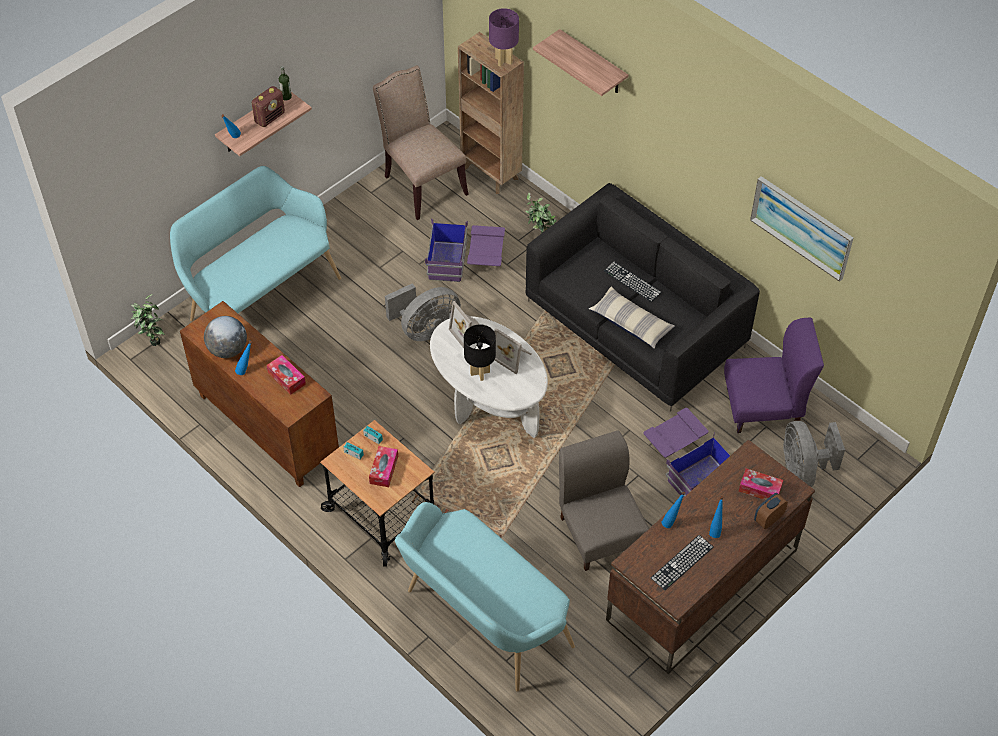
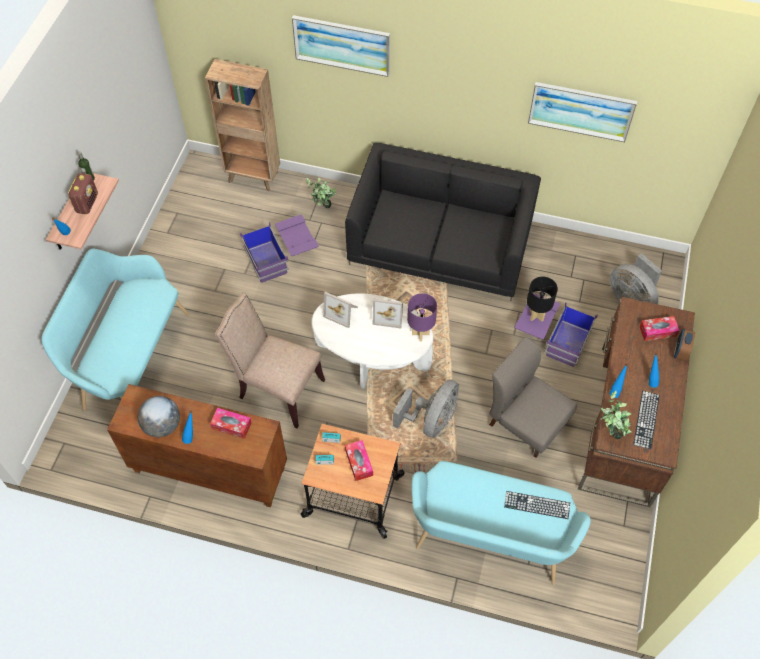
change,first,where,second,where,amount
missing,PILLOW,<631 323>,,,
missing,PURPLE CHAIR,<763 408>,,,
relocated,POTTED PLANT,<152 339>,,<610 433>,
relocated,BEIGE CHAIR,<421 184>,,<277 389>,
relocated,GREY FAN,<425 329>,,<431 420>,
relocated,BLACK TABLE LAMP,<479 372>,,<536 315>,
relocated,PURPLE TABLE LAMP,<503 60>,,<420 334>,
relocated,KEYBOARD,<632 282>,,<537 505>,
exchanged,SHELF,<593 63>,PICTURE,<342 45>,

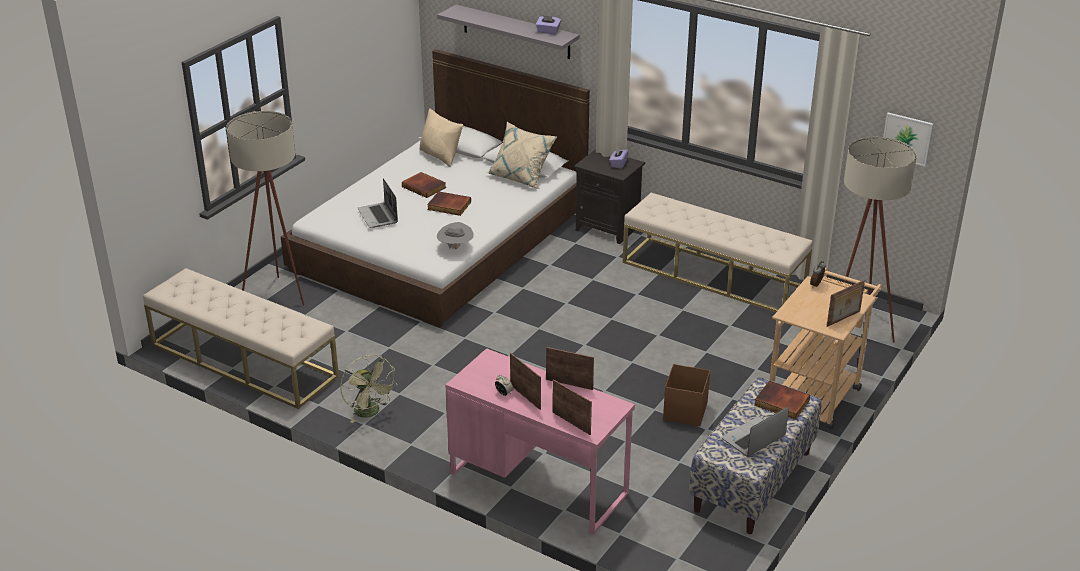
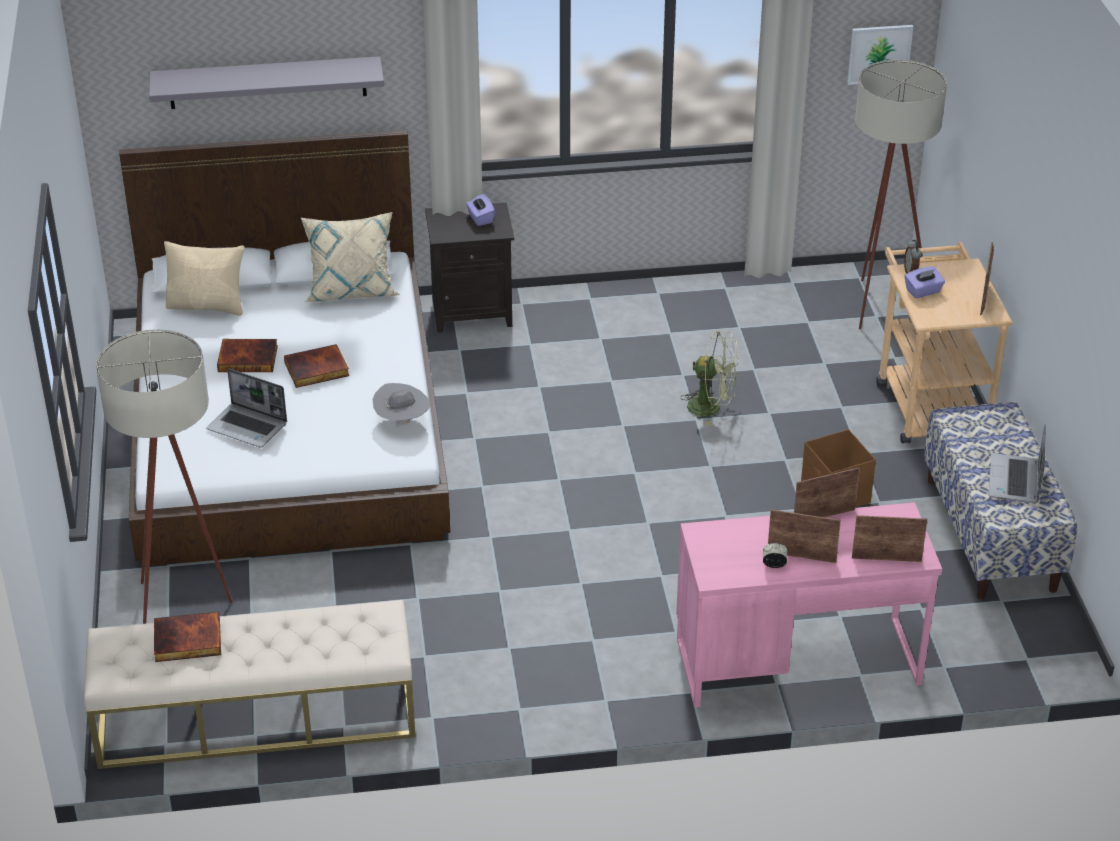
change,first,where,second,where,amount
missing,BEIGE BENCH,<713 275>,,,
relocated,GREEN FAN,<370 413>,,<711 407>,
relocated,PURPLE TISSUE BOX,<548 31>,,<923 291>,
relocated,BOOK,<781 403>,,<187 641>,

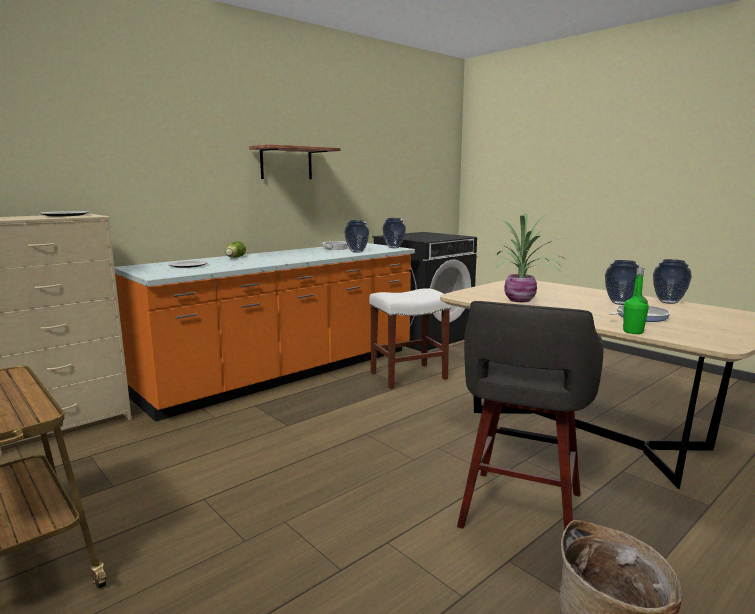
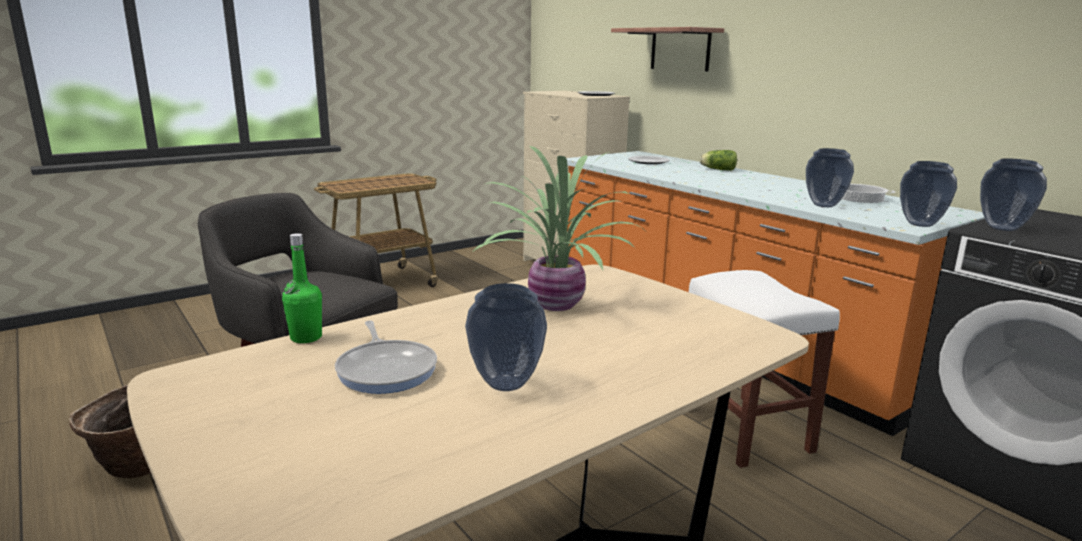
change,first,where,second,where,amount
relocated,SHELF,<286 163>,,<680 49>,
relocated,VASE,<668 302>,,<1001 228>,

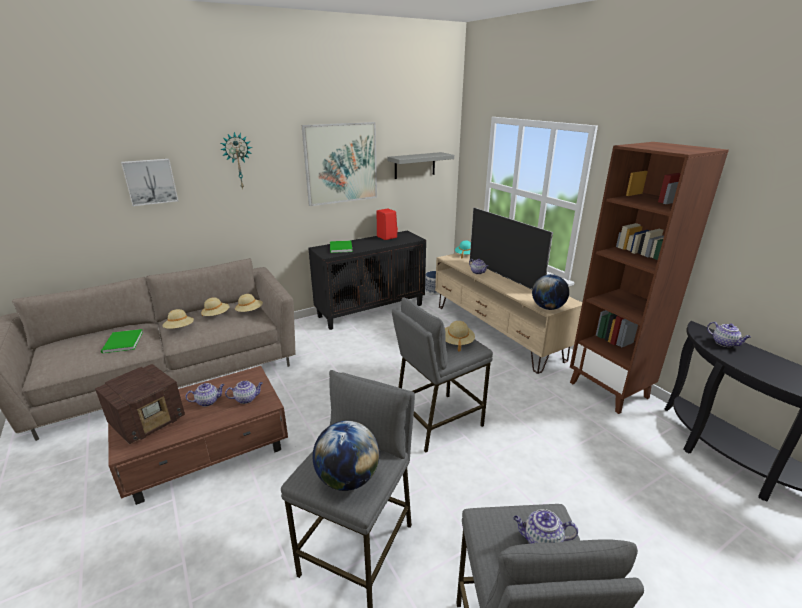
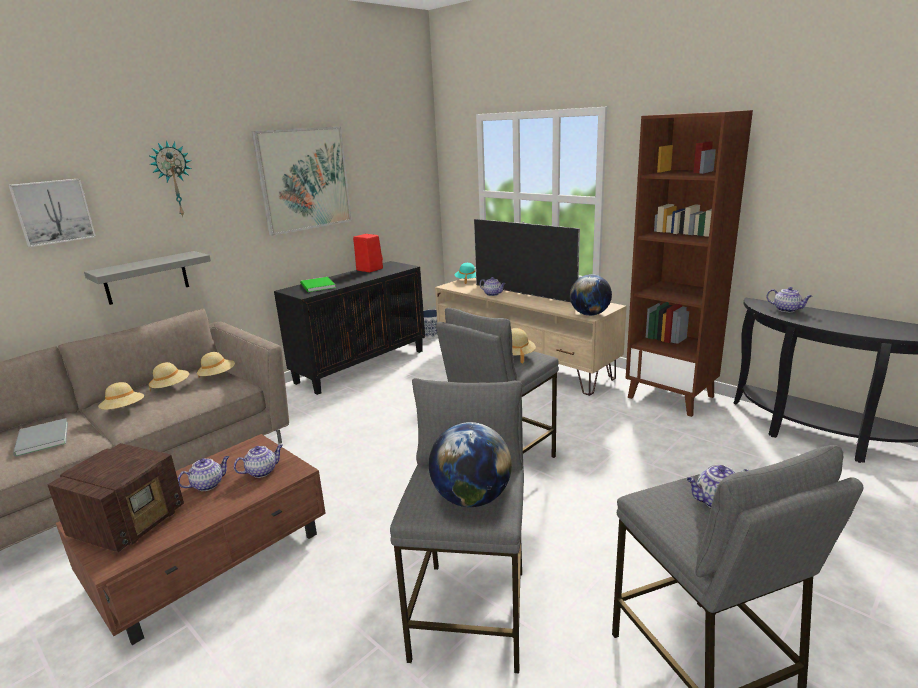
change,first,where,second,where,amount
relocated,GREY SHELF,<415 165>,,<146 278>,
colour,GREEN BOOK,<121 343>,GREY BOOK,<40 440>,

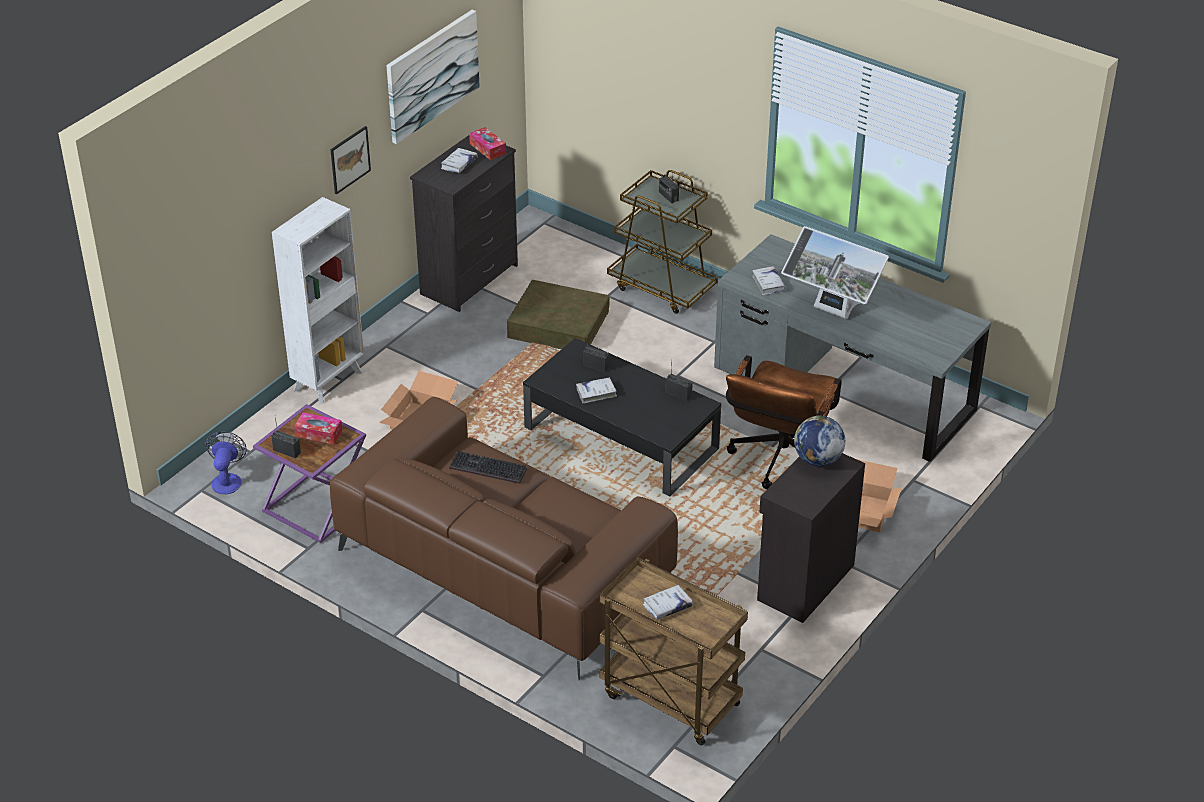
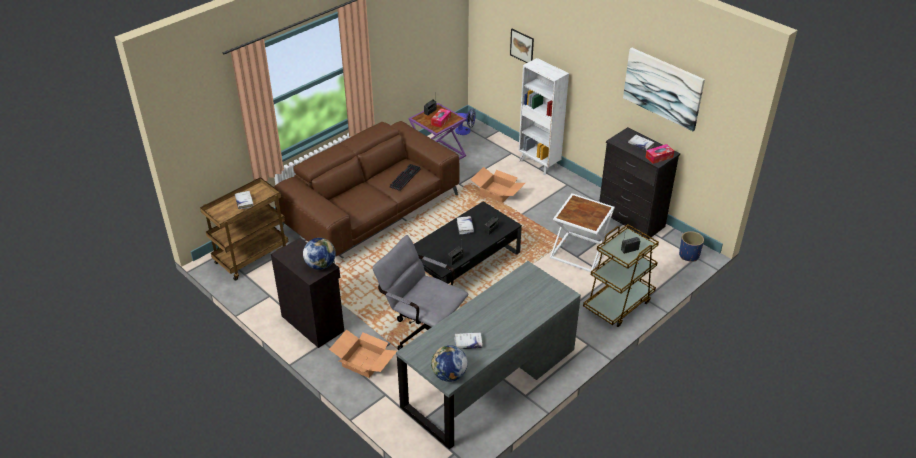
change,first,where,second,where,amount
missing,MONITOR,<831 312>,,,
appeared,,,GLOBE,<449 375>,
appeared,,,BLUE PLANTER,<689 255>,
relocated,PICTURE,<350 159>,,<522 46>,
relocated,WHITE BOOK,<768 284>,,<468 343>,
exchanged,BROWN STORAGE BOX,<558 324>,WHITE SIDE TABLE,<580 252>,
colour,BROWN OFFICE CHAIR,<779 462>,GREY OFFICE CHAIR,<422 331>,

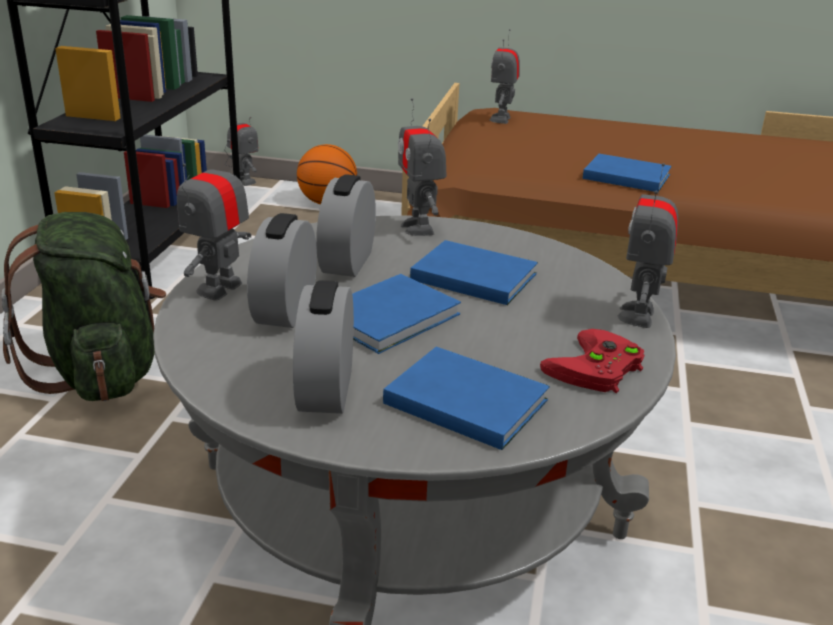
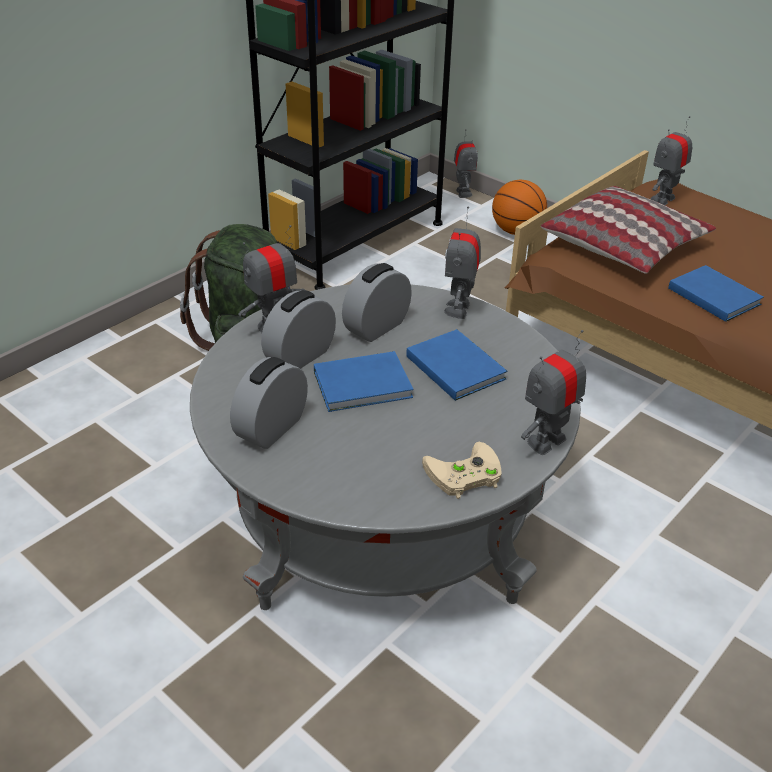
change,first,where,second,where,amount
missing,BLUE BOOK,<463 399>,,,
appeared,,,PILLOW,<625 245>,
colour,RED GAME CONTROLLER,<596 370>,BEIGE GAME CONTROLLER,<462 475>,

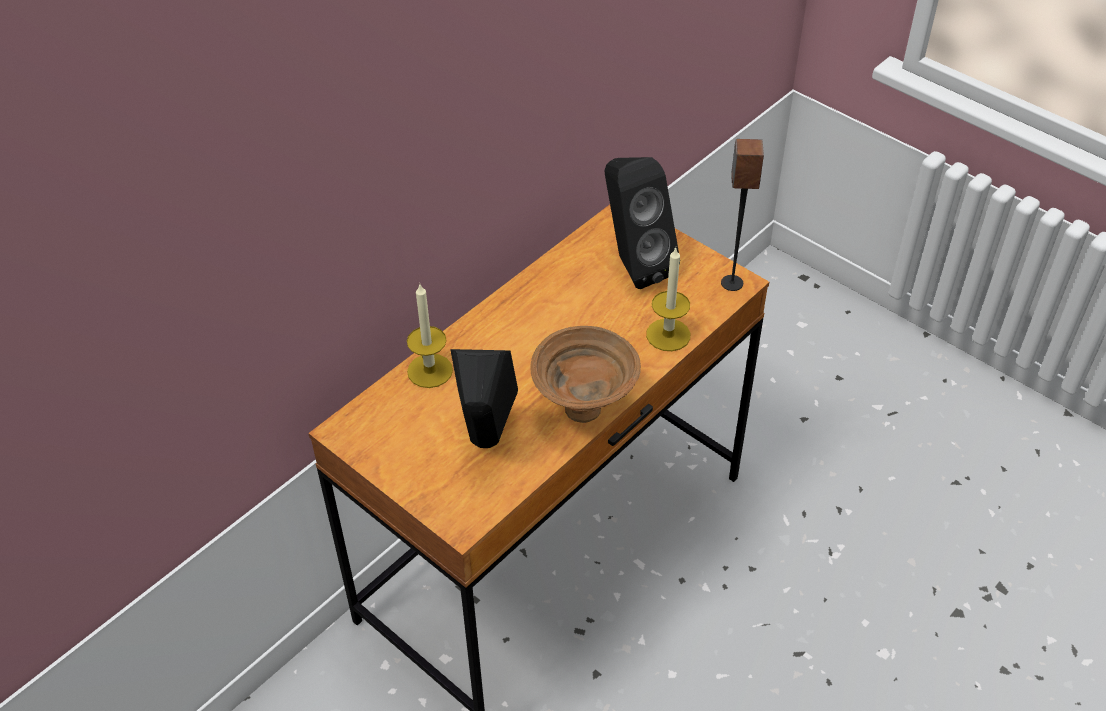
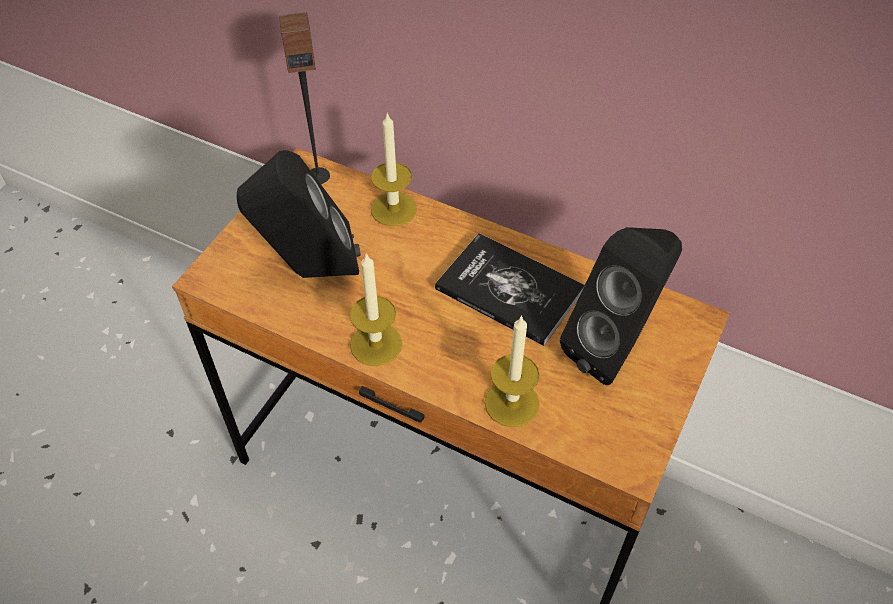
change,first,where,second,where,amount
appeared,,,BOOK,<509 290>,
relocated,SPEAKER,<731 283>,,<318 175>,
exchanged,BROWN BOWL,<585 408>,CANDLE,<376 344>,

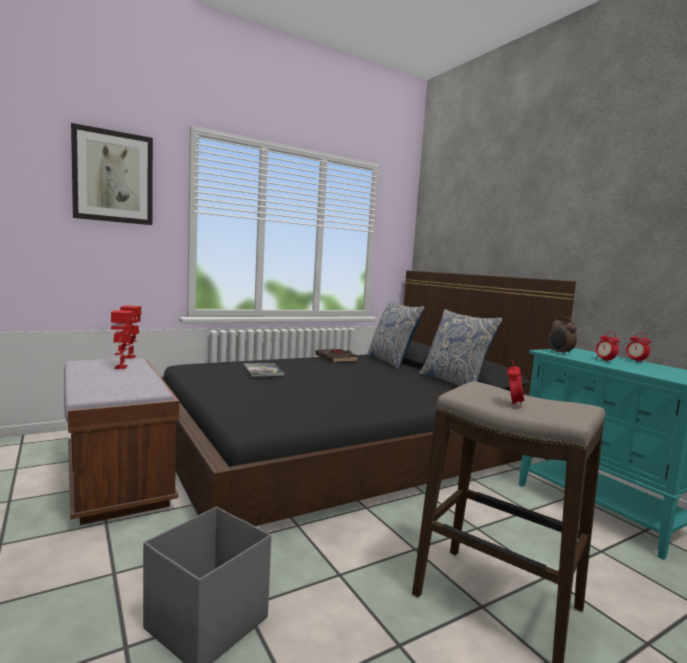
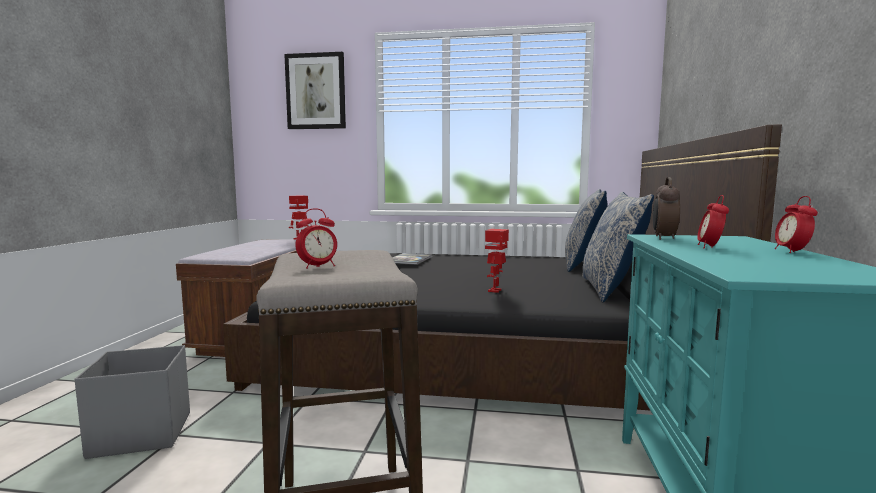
change,first,where,second,where,amount
missing,BLACK BOOK,<336 359>,,,
relocated,TOY ROBOT,<122 367>,,<495 291>,

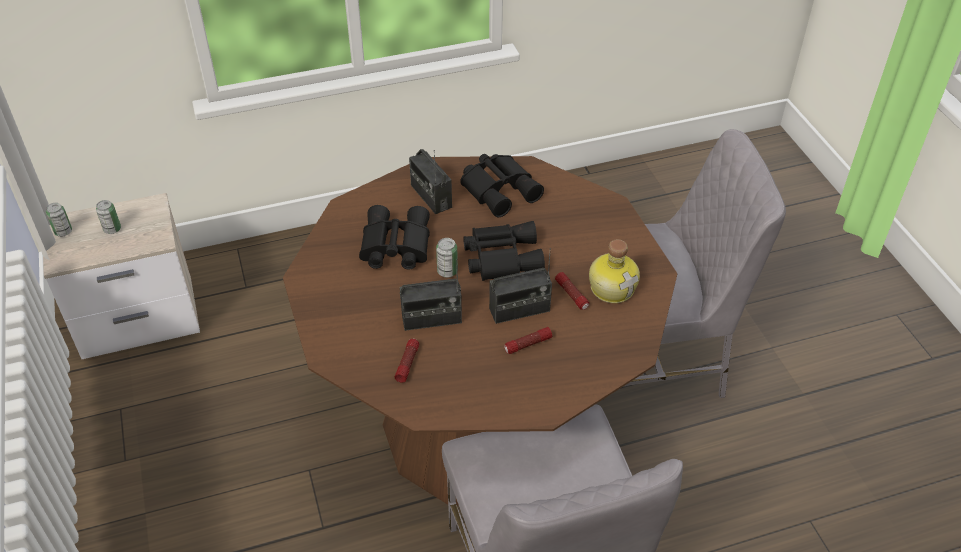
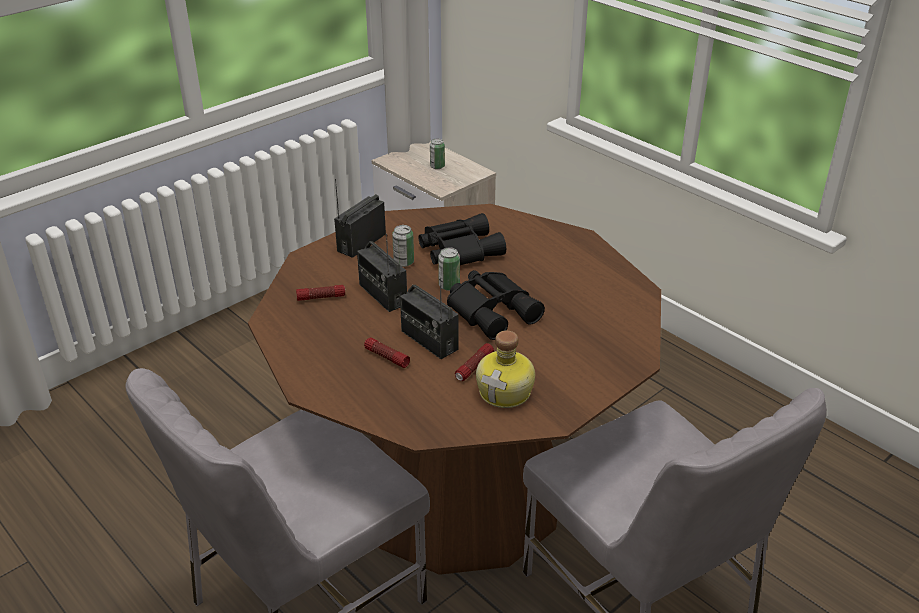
change,first,where,second,where,amount
missing,BLACK BINOCULARS,<500 189>,,,
relocated,CAN,<63 232>,,<403 262>,
relocated,RADIO,<431 196>,,<361 242>,

